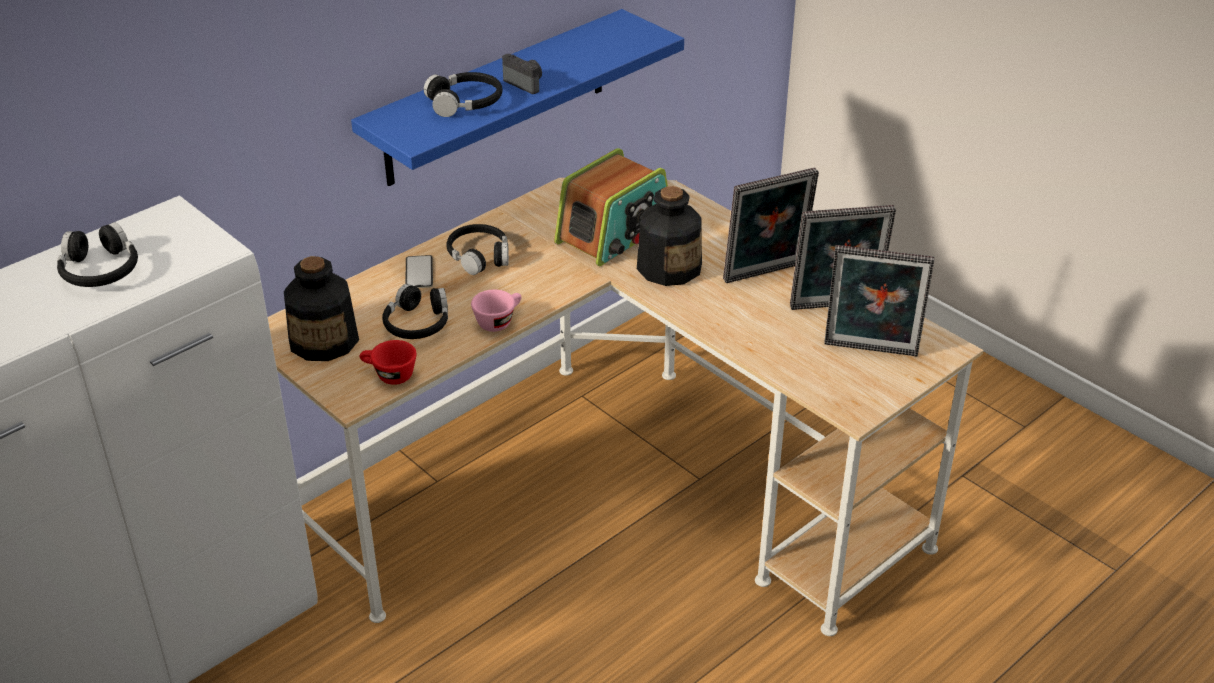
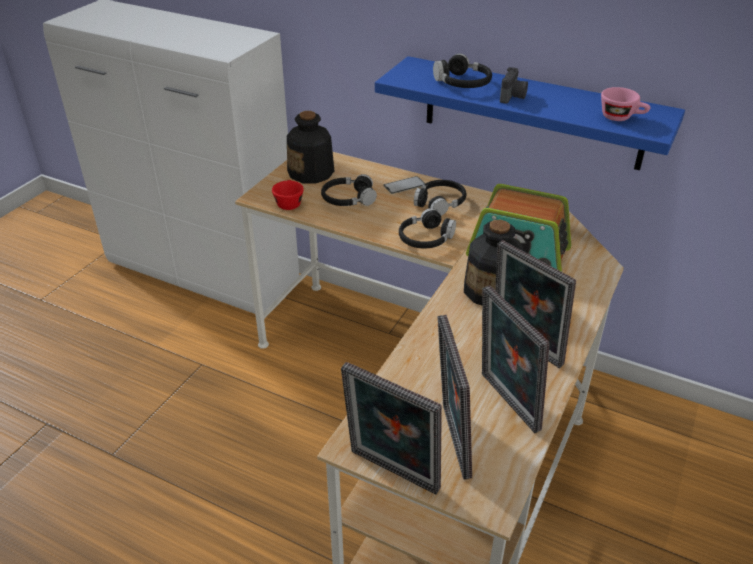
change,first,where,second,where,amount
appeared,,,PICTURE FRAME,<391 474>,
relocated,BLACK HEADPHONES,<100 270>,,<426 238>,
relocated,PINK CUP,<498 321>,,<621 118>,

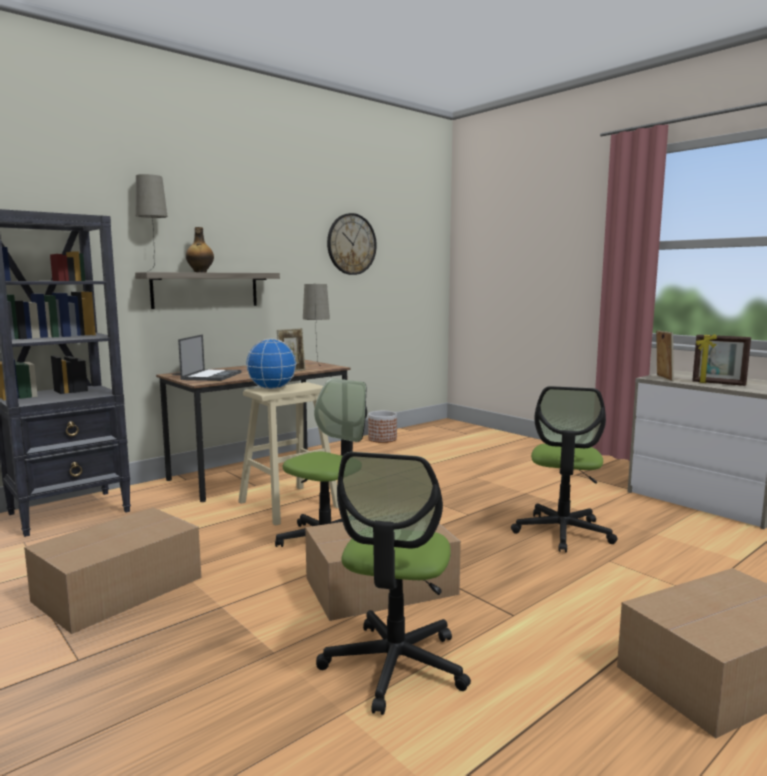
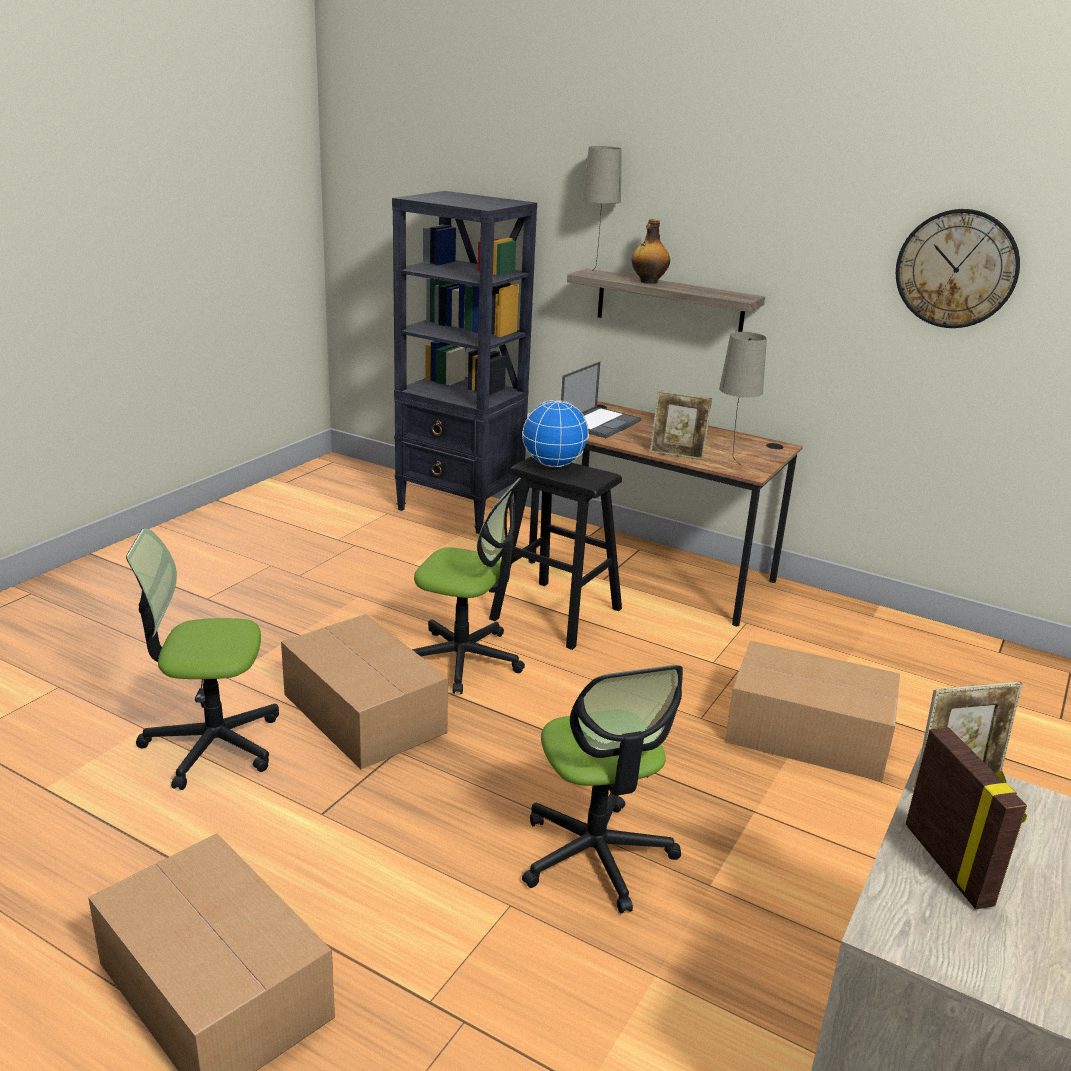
change,first,where,second,where,amount
missing,PLANTER,<382 439>,,,
relocated,CARDBOARD BOX,<116 589>,,<805 732>,
colour,BEIGE STOOL,<289 504>,BLACK STOOL,<556 614>,
spun,LAPTOP,<212 376>,,<600 423>,45 degrees counterclockwise
spun,OFFICE CHAIR,<562 532>,,<596 855>,105 degrees counterclockwise
spun,PICTURE FRAME,<718 383>,,<949 864>,150 degrees clockwise

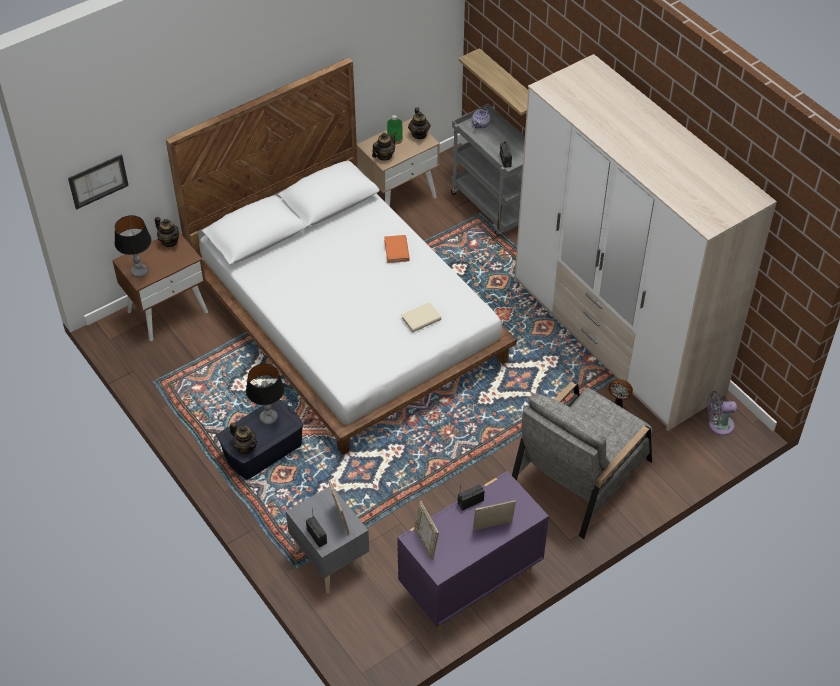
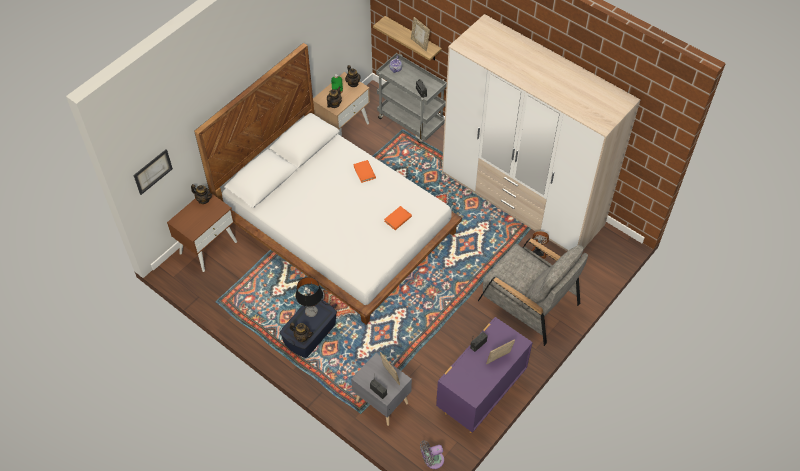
change,first,where,second,where,amount
missing,TABLE LAMP,<139 271>,,,
relocated,PICTURE FRAME,<426 543>,,<419 44>,
relocated,GREY FAN,<718 425>,,<432 460>,
colour,BEIGE BOOK,<421 319>,ORANGE BOOK,<398 219>,
spun,GREY ARMCHAIR,<580 475>,,<528 302>,75 degrees counterclockwise

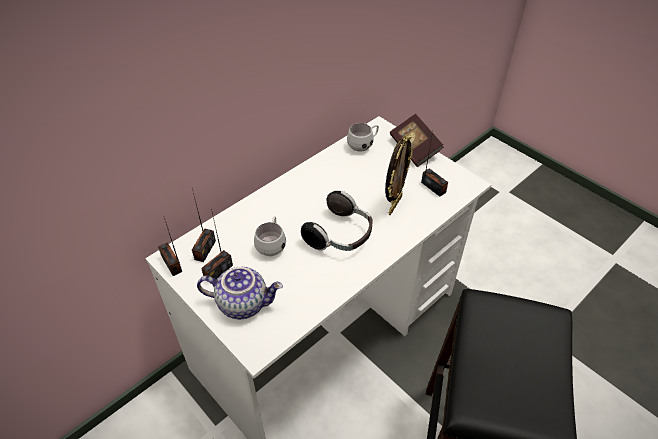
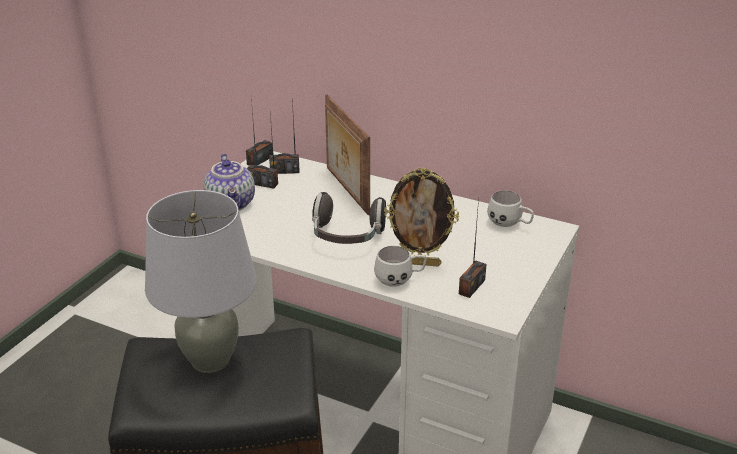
change,first,where,second,where,amount
missing,BOOK,<414 149>,,,
appeared,,,GREY TABLE LAMP,<211 361>,
appeared,,,PICTURE FRAME,<345 190>,
relocated,WHITE MUG,<272 244>,,<400 280>,

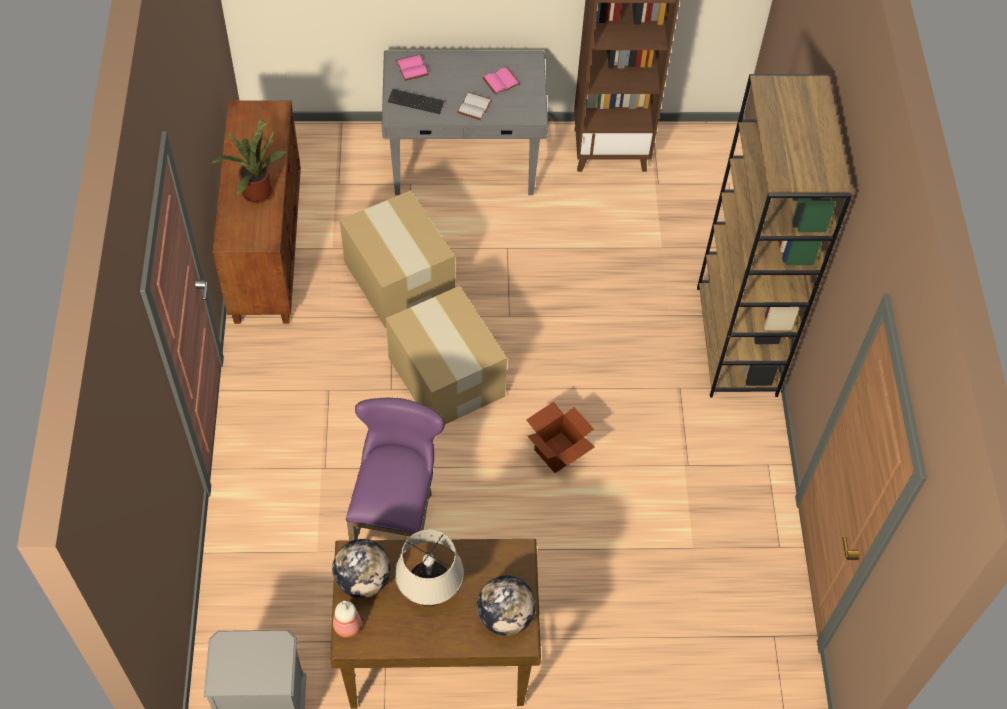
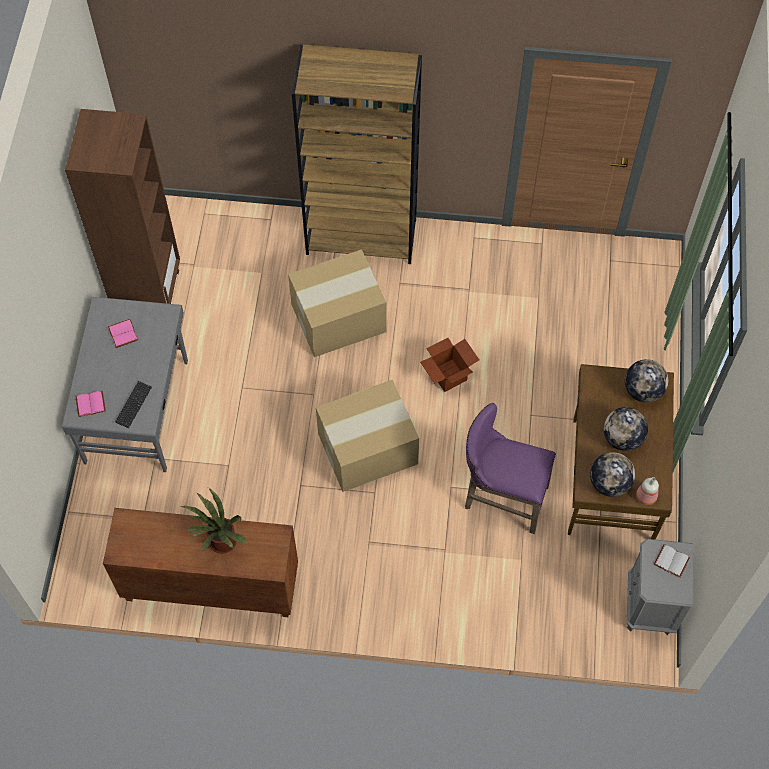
change,first,where,second,where,amount
relocated,CARDBOARD BOX,<399 277>,,<337 318>,
relocated,WHITE BOOK,<474 106>,,<670 561>,
exchanged,BEIGE TABLE LAMP,<430 593>,GLOBE,<622 438>,

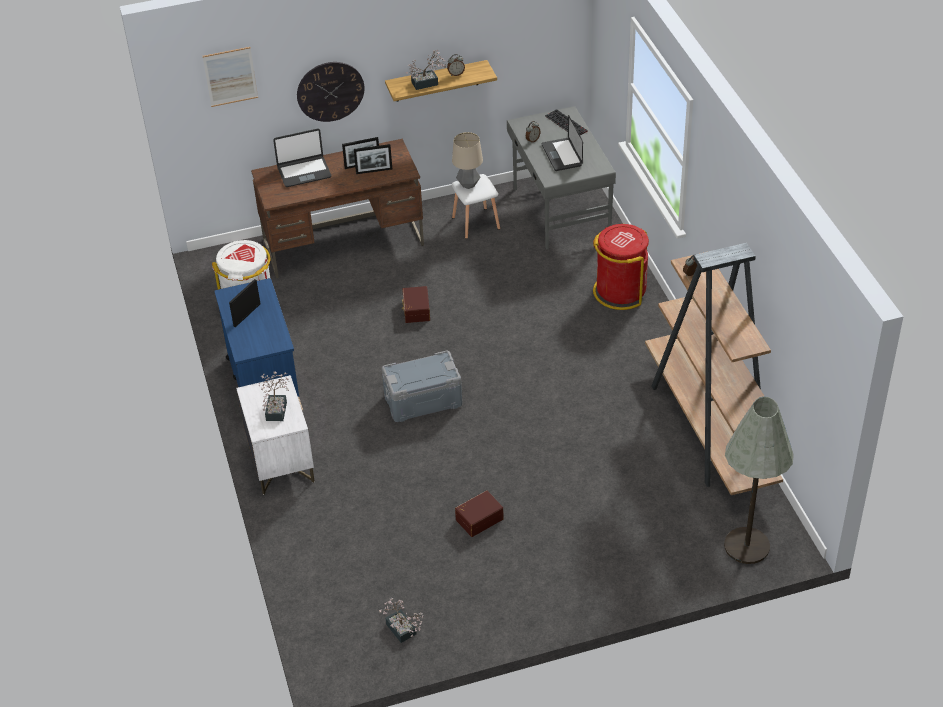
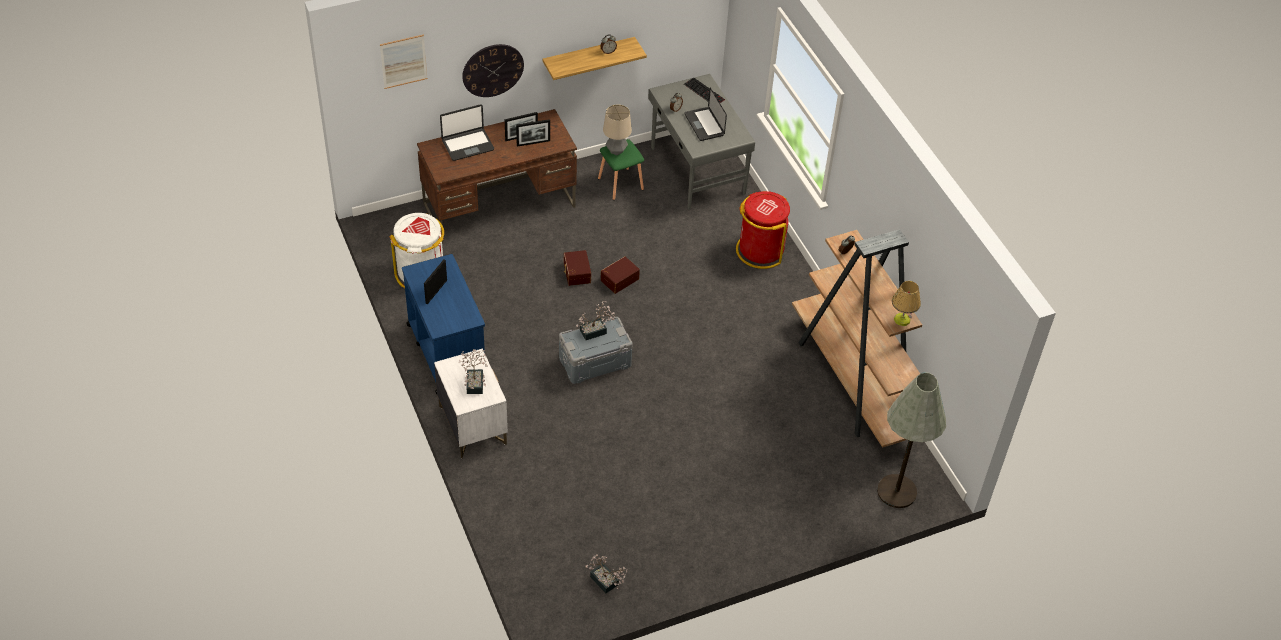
change,first,where,second,where,amount
appeared,,,TABLE LAMP,<902 319>,
relocated,POTTED PLANT,<428 83>,,<596 331>,
relocated,BROWN STORAGE BOX,<478 518>,,<619 279>,
colour,WHITE STOOL,<475 223>,GREEN STOOL,<620 183>,

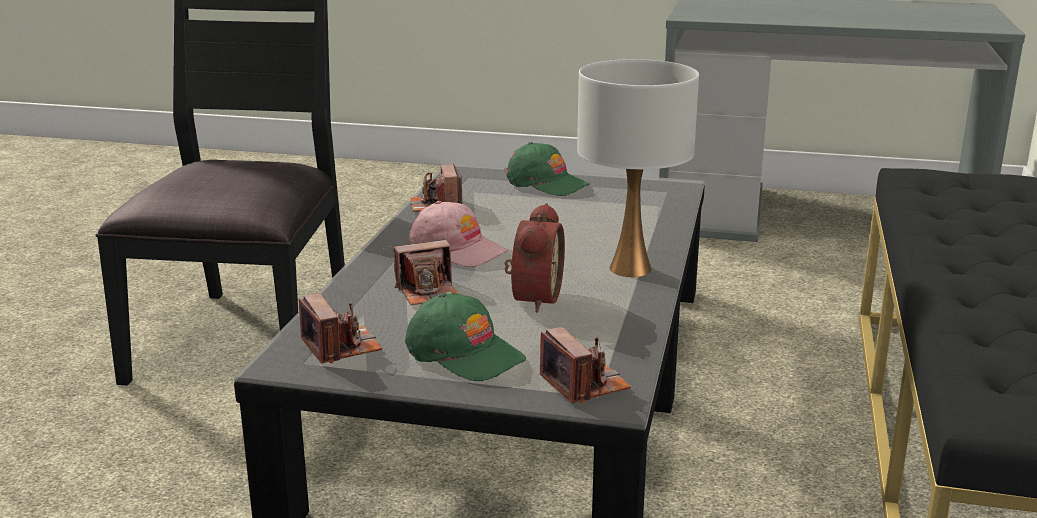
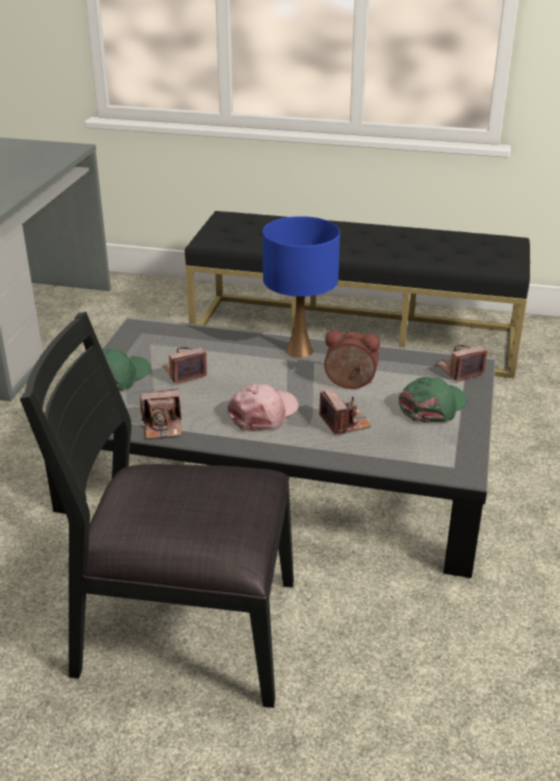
change,first,where,second,where,amount
relocated,PHOTO CAMERA,<341 347>,,<184 373>,
colour,WHITE TABLE LAMP,<630 269>,BLUE TABLE LAMP,<300 351>,

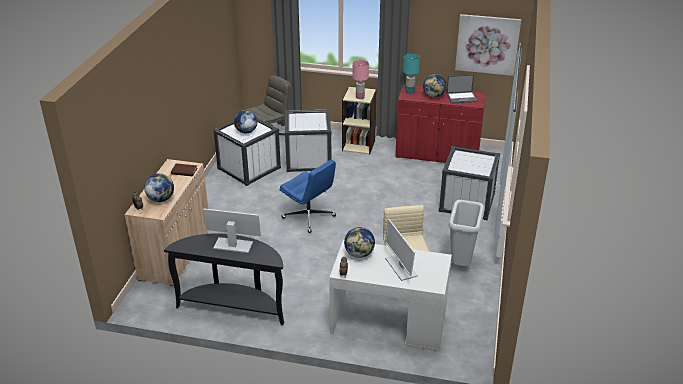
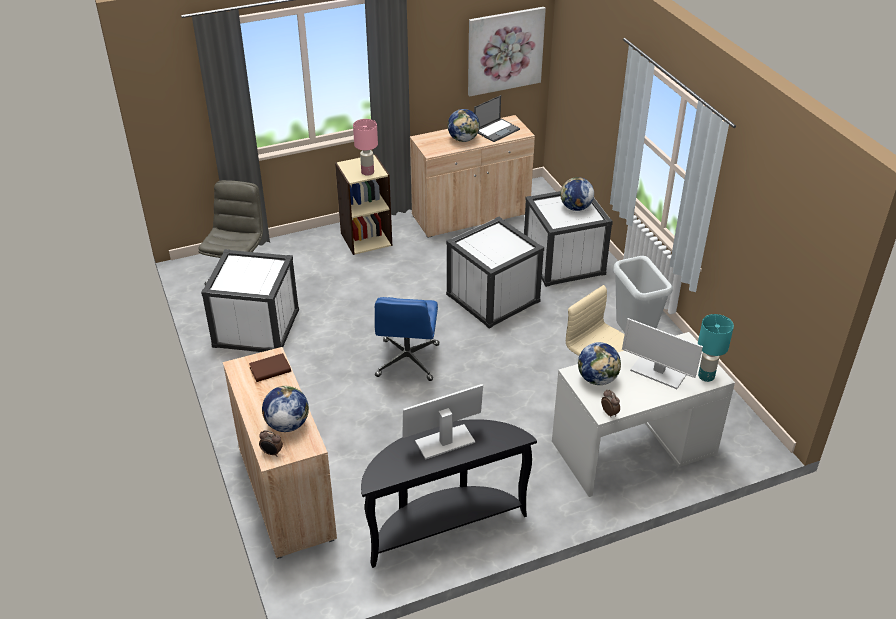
change,first,where,second,where,amount
relocated,GLOBE,<246 131>,,<575 208>,
relocated,WHITE STORAGE BOX,<308 159>,,<493 297>,
relocated,TURQUOISE TABLE LAMP,<410 91>,,<705 376>,
colour,RED CABINET,<437 155>,BEIGE CABINET,<471 215>,
spun,BLUE OFFICE CHAIR,<309 217>,,<407 361>,90 degrees clockwise

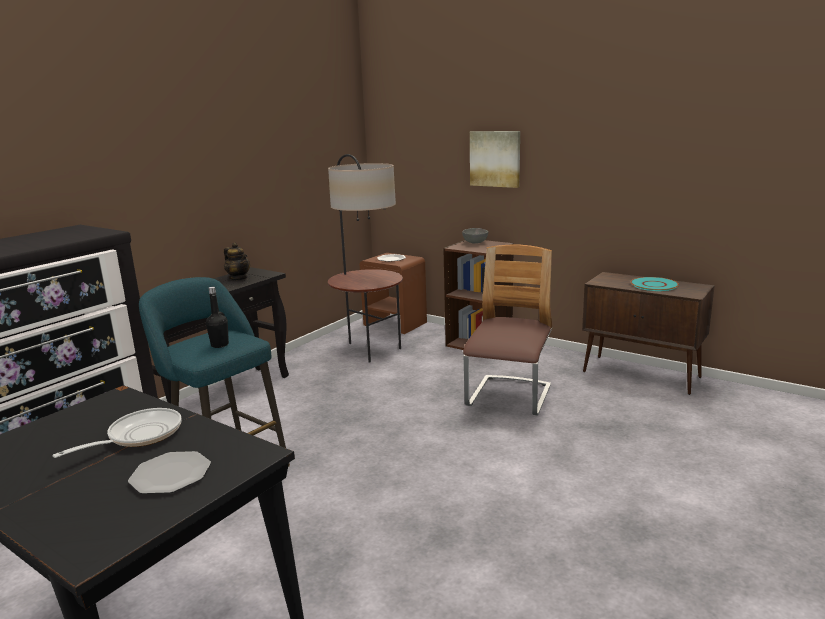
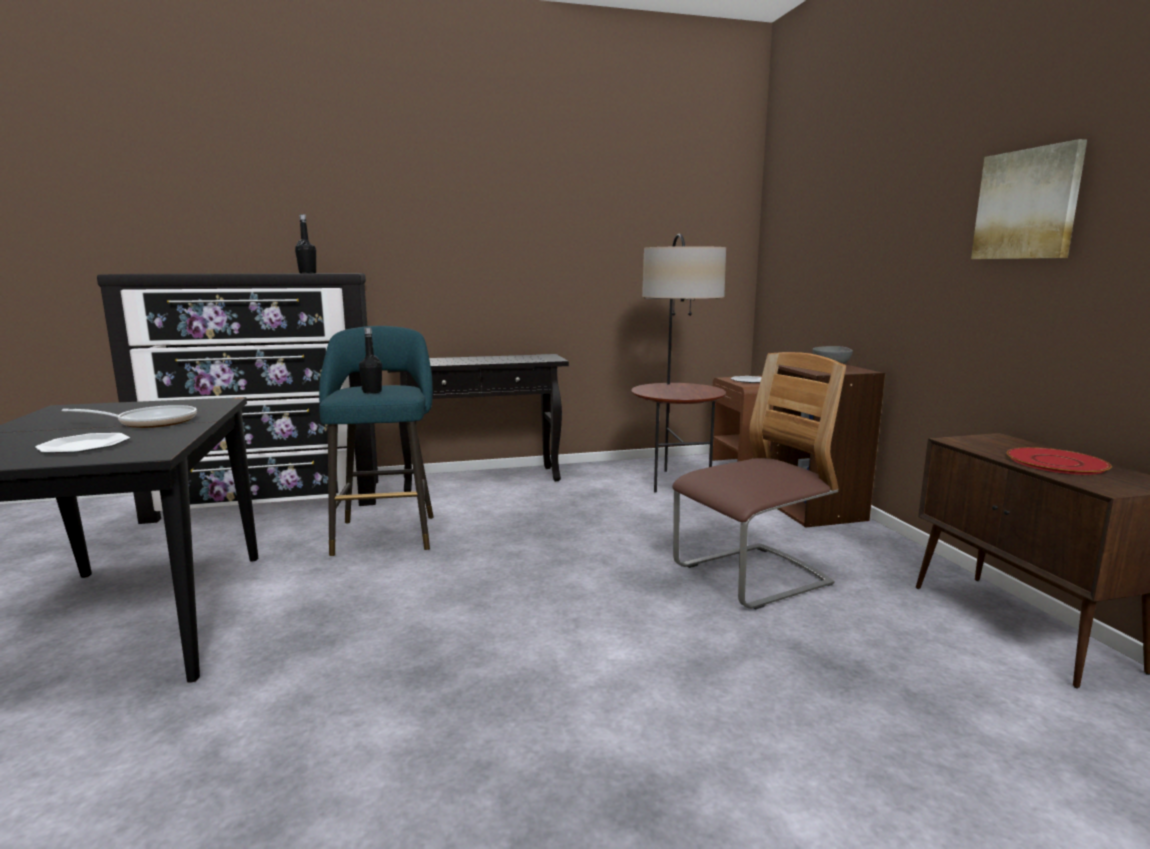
change,first,where,second,where,amount
missing,TEAPOT,<238 278>,,,
appeared,,,BLACK BOTTLE,<307 273>,
relocated,PICTURE,<495 158>,,<1027 204>,
colour,TURQUOISE PLATE,<654 285>,RED PLATE,<1056 463>,

